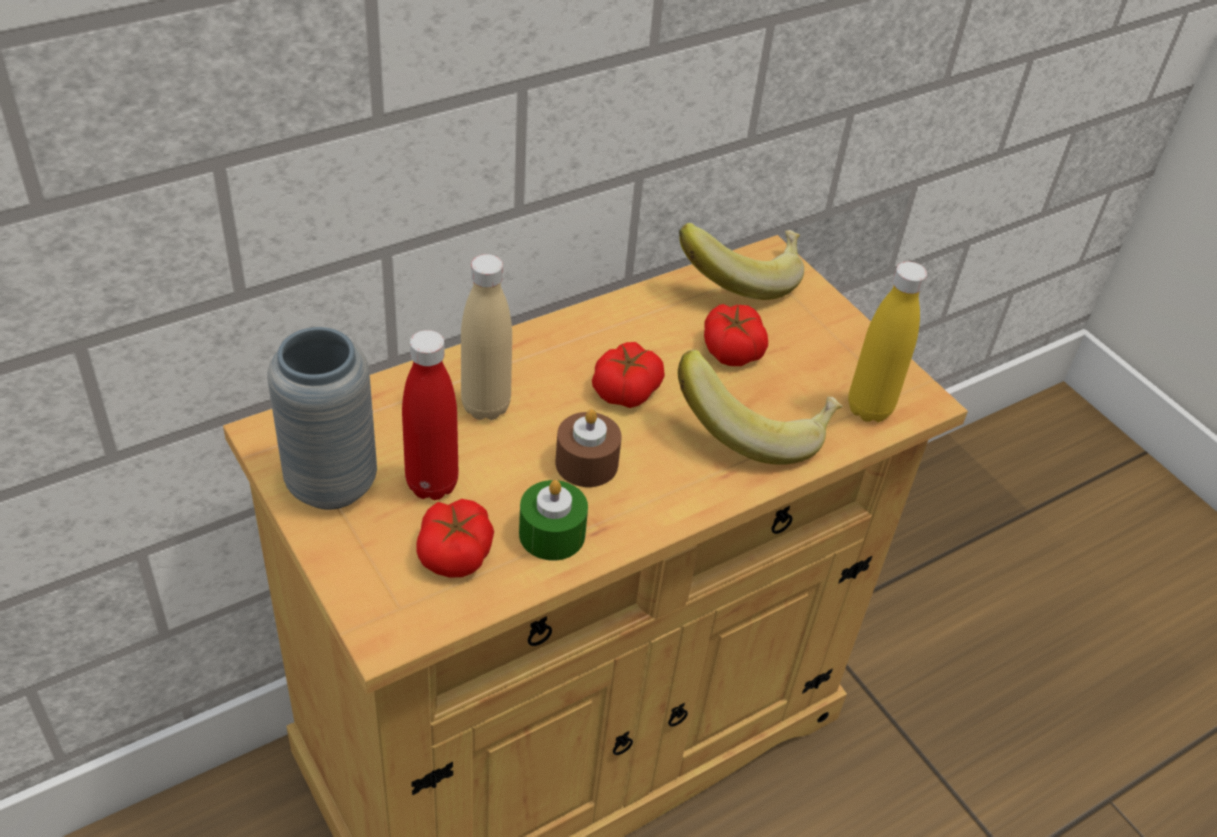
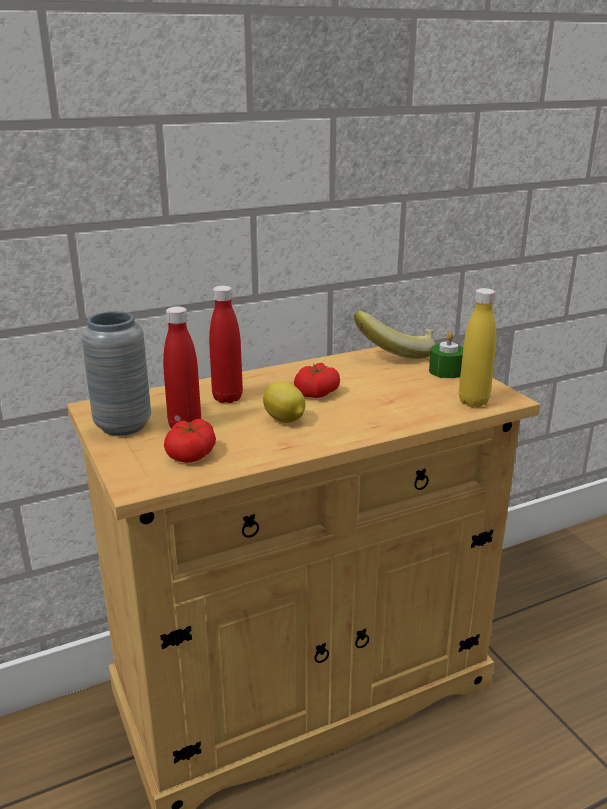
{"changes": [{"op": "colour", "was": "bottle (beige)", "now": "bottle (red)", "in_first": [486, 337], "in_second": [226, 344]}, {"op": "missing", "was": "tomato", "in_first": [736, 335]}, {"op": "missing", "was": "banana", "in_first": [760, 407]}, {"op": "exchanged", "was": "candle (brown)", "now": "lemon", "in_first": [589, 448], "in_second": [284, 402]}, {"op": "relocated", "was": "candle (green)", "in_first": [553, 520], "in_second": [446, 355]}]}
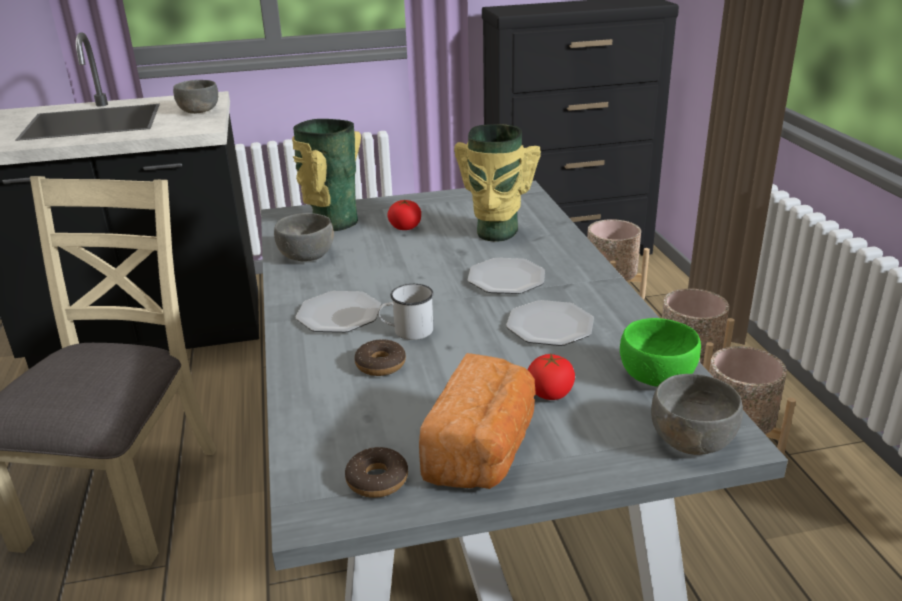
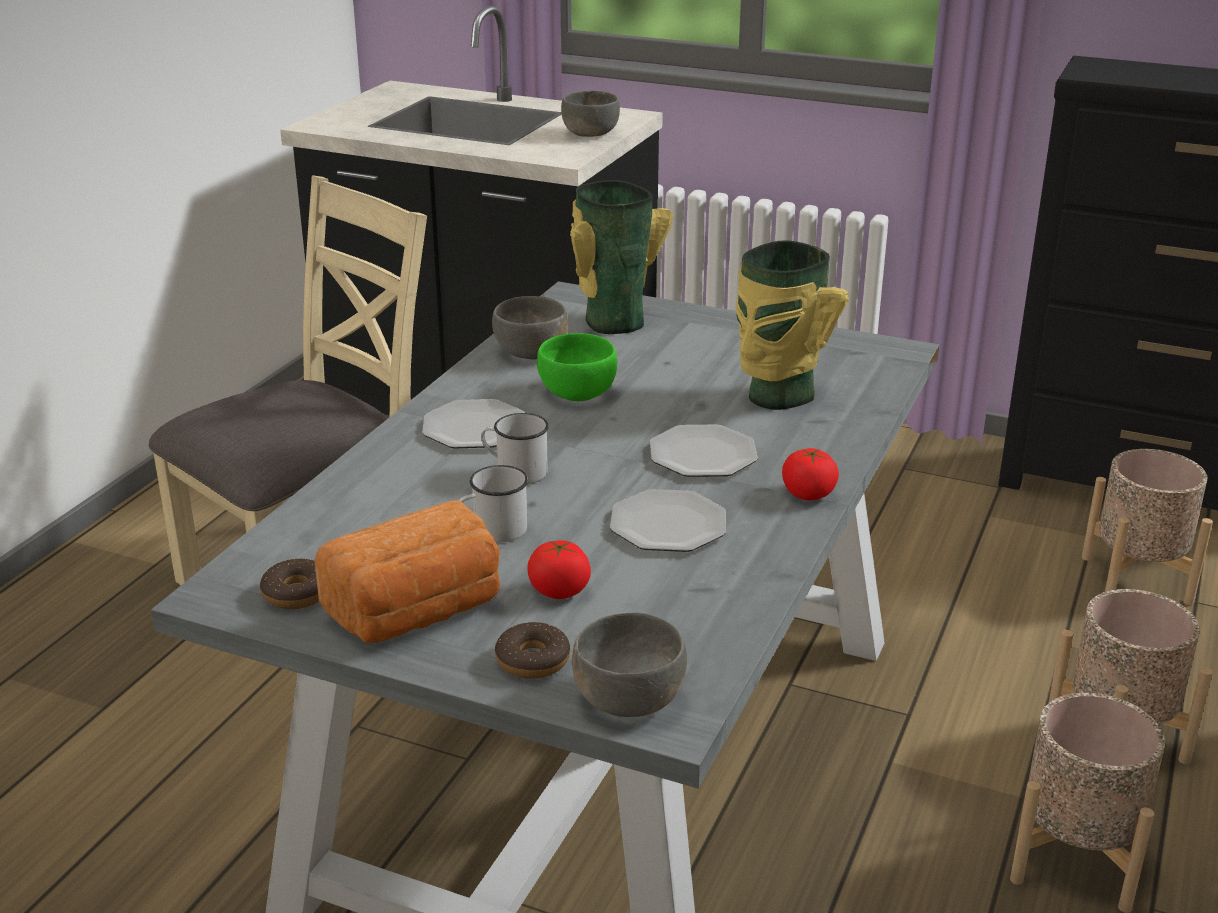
{"changes": [{"op": "relocated", "was": "tomato", "in_first": [404, 215], "in_second": [810, 474]}, {"op": "relocated", "was": "bowl (green)", "in_first": [660, 352], "in_second": [577, 367]}, {"op": "relocated", "was": "donut", "in_first": [380, 357], "in_second": [532, 650]}, {"op": "appeared", "now": "mug (white)", "in_second": [493, 503]}]}
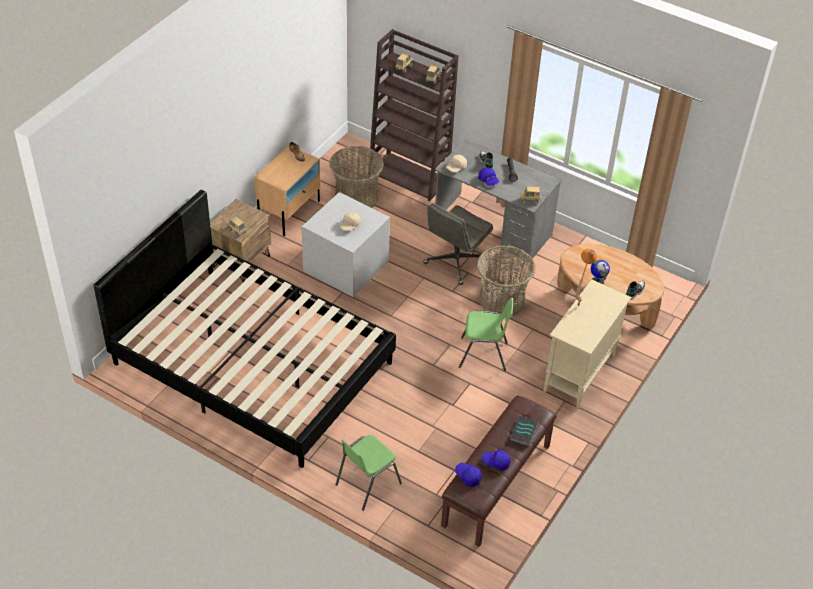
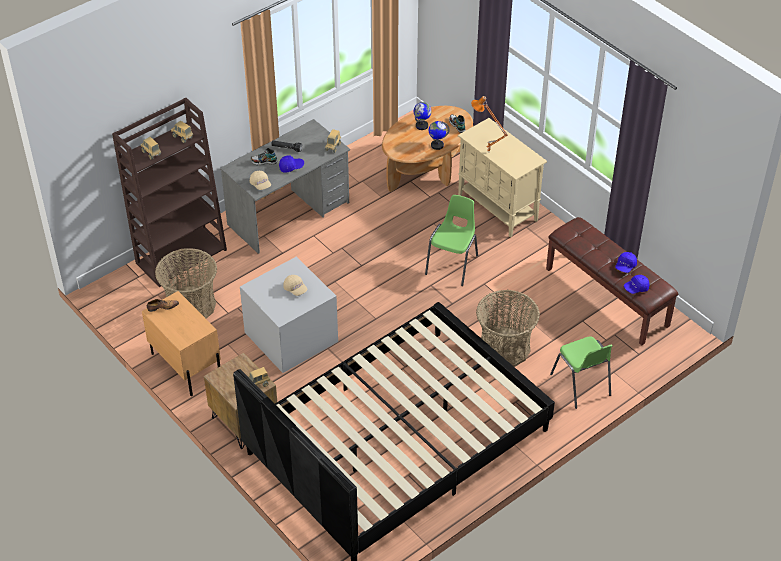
{"changes": [{"op": "missing", "was": "office chair (grey)", "in_first": [458, 244]}, {"op": "relocated", "was": "basket", "in_first": [506, 280], "in_second": [508, 328]}, {"op": "missing", "was": "book", "in_first": [524, 431]}, {"op": "appeared", "now": "globe", "in_second": [423, 116]}]}
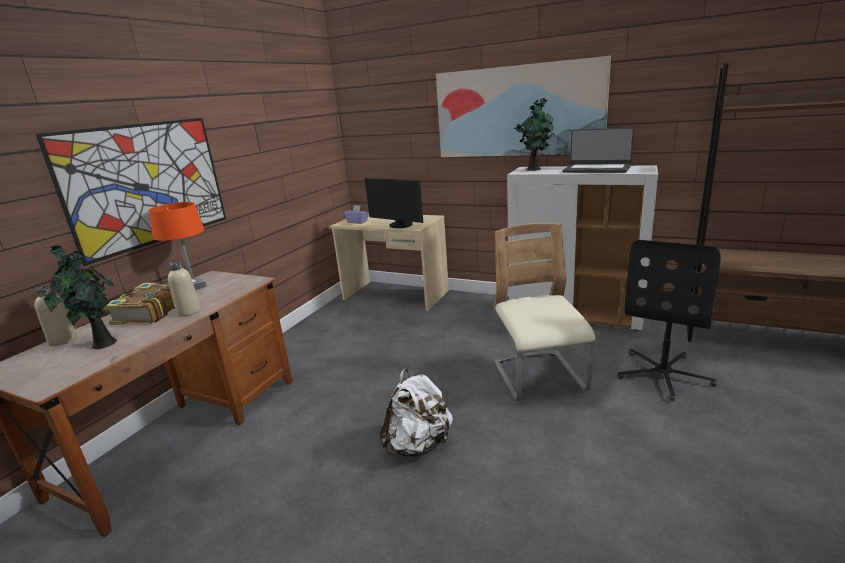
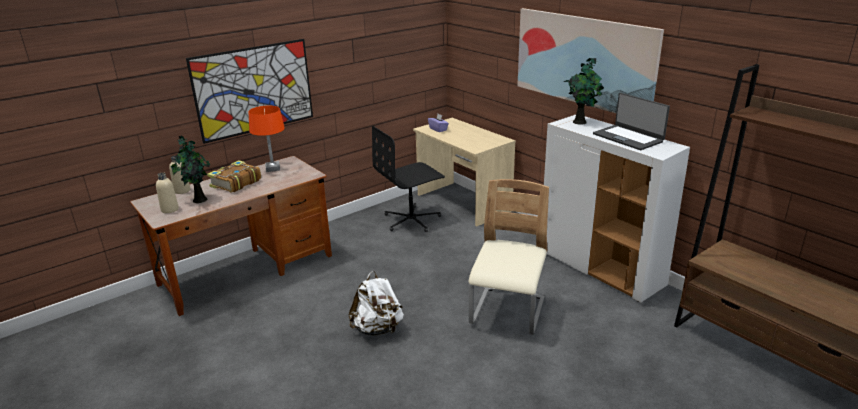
{"changes": [{"op": "missing", "was": "monitor", "in_first": [394, 203]}, {"op": "relocated", "was": "office chair (black)", "in_first": [669, 320], "in_second": [408, 179]}, {"op": "relocated", "was": "bottle (beige)", "in_first": [184, 289], "in_second": [167, 192]}]}
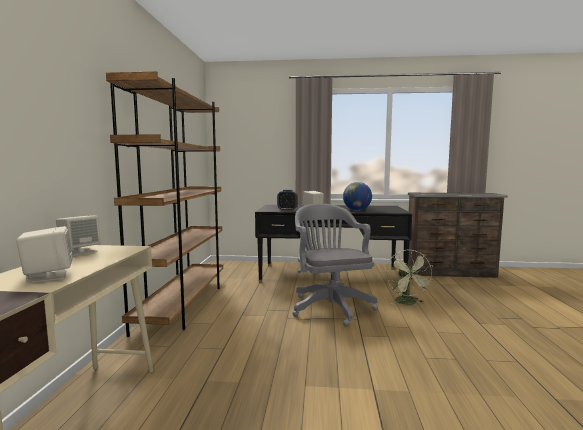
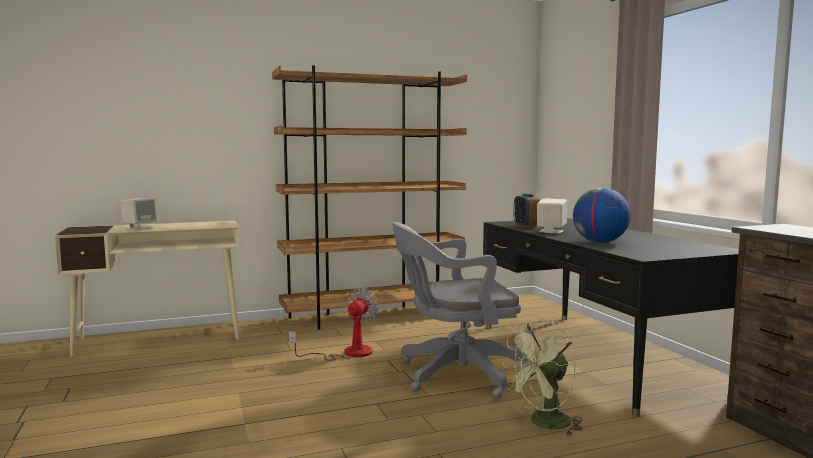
{"changes": [{"op": "spun", "was": "office chair (grey)", "in_first": [335, 265], "in_second": [460, 310], "clockwise": -150}, {"op": "missing", "was": "speaker (beige)", "in_first": [78, 235]}, {"op": "appeared", "now": "fan", "in_second": [334, 324]}]}
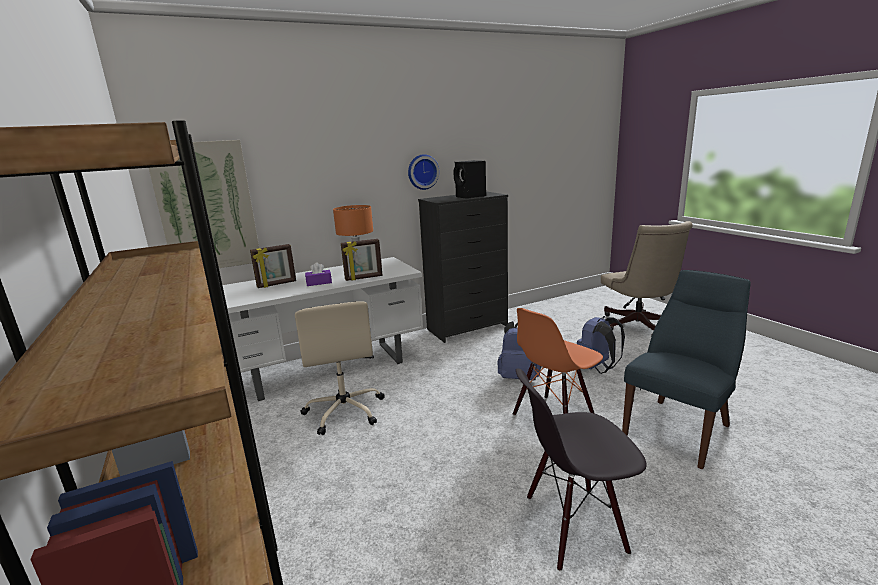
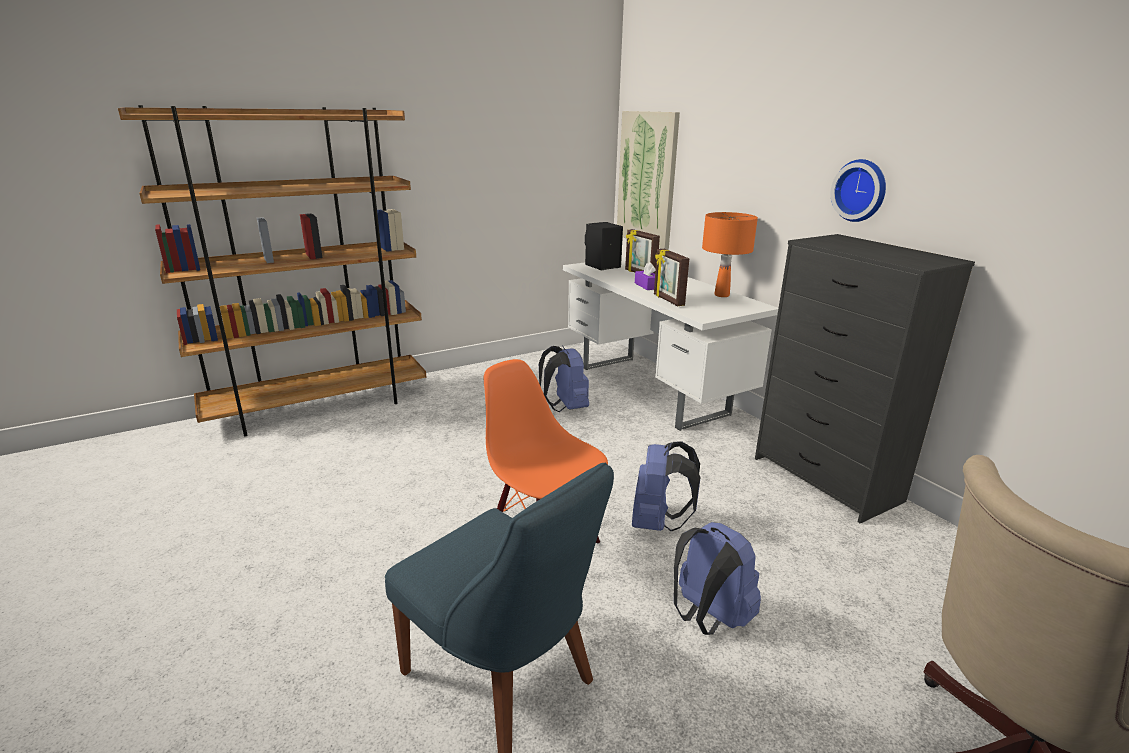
{"changes": [{"op": "relocated", "was": "speaker (black)", "in_first": [469, 179], "in_second": [604, 246]}, {"op": "exchanged", "was": "office chair (beige)", "now": "backpack (blue)", "in_first": [340, 368], "in_second": [564, 379]}, {"op": "missing", "was": "chair (black)", "in_first": [581, 470]}]}
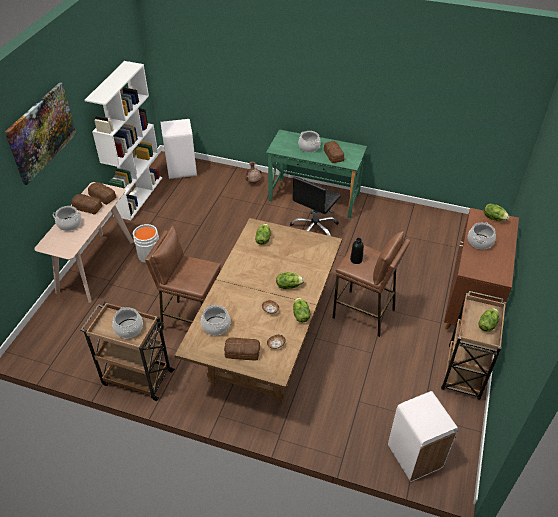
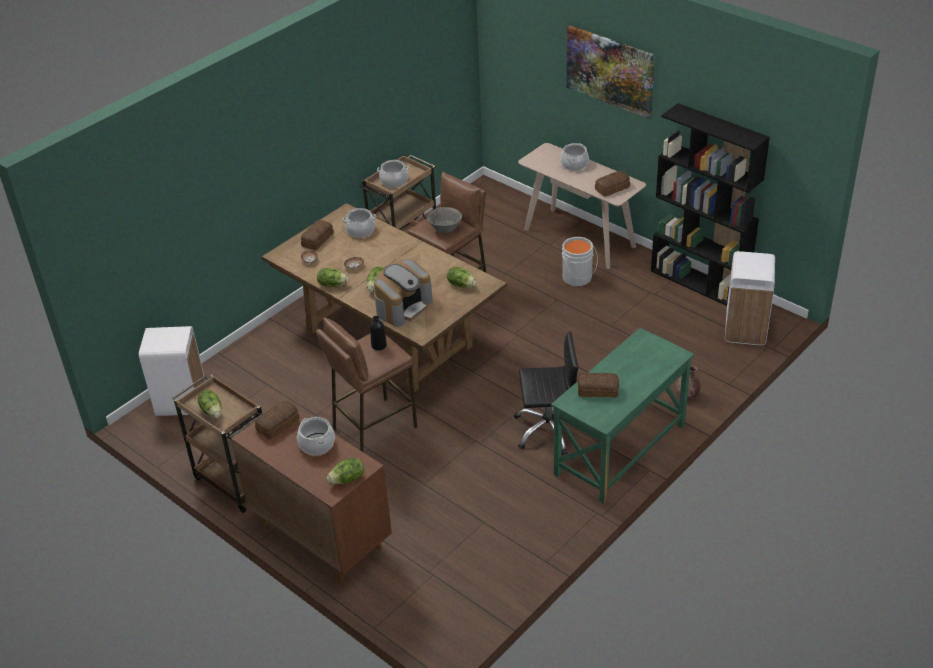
{"changes": [{"op": "colour", "was": "bookcase (white)", "now": "bookcase (black)", "in_first": [123, 140], "in_second": [710, 204]}, {"op": "missing", "was": "cooking pot", "in_first": [310, 141]}, {"op": "spun", "was": "office chair (black)", "in_first": [315, 206], "in_second": [546, 393], "clockwise": 120}, {"op": "relocated", "was": "bread", "in_first": [87, 204], "in_second": [277, 420]}, {"op": "appeared", "now": "bowl (grey)", "in_second": [444, 220]}, {"op": "appeared", "now": "coffee machine", "in_second": [403, 293]}]}
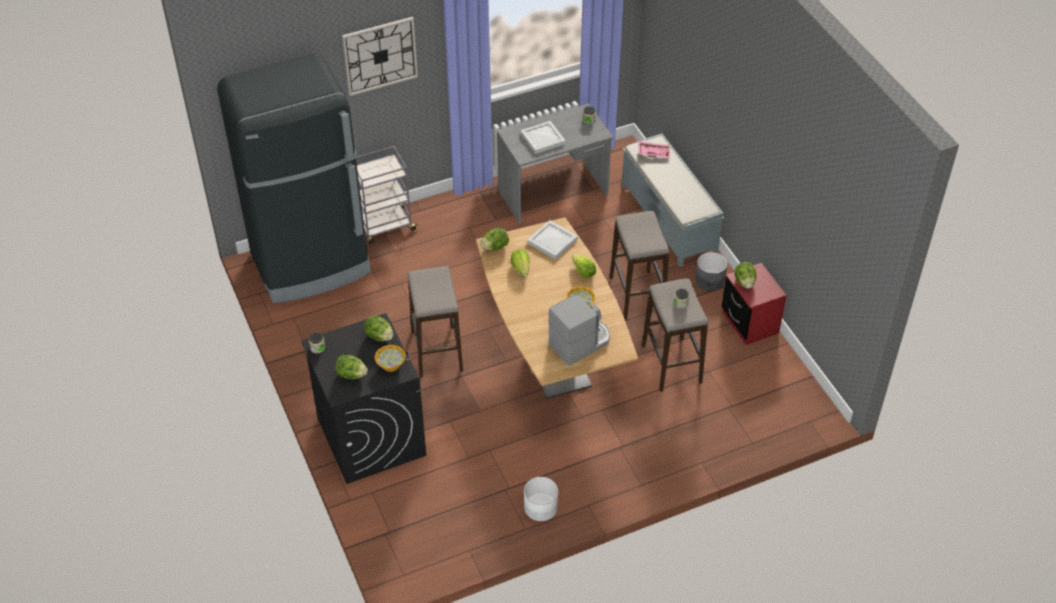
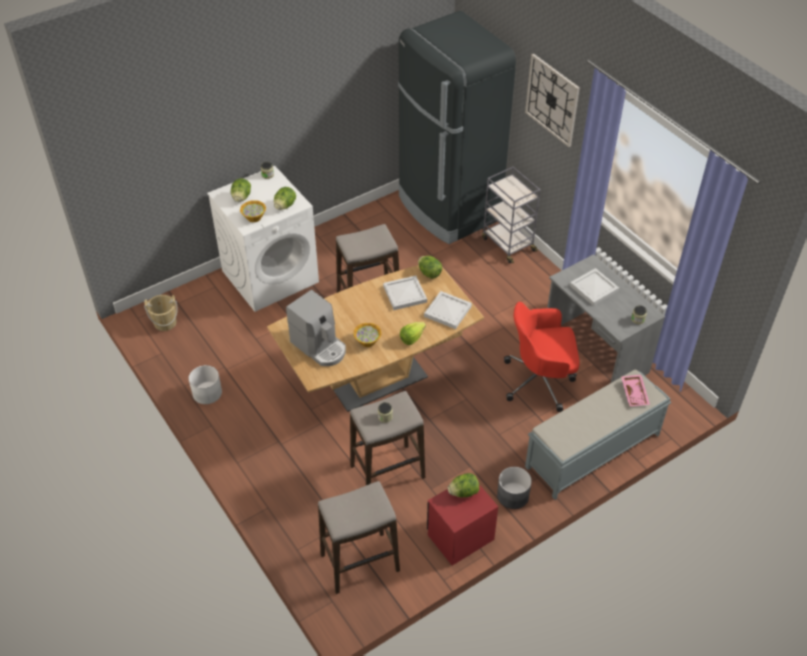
{"changes": [{"op": "relocated", "was": "stool", "in_first": [639, 265], "in_second": [359, 537]}, {"op": "exchanged", "was": "lettuce", "now": "tray (white)", "in_first": [520, 263], "in_second": [405, 293]}, {"op": "colour", "was": "washing machine (black)", "now": "washing machine (white)", "in_first": [363, 398], "in_second": [263, 239]}, {"op": "appeared", "now": "bucket (beige)", "in_second": [161, 313]}, {"op": "appeared", "now": "office chair (red)", "in_second": [542, 357]}]}
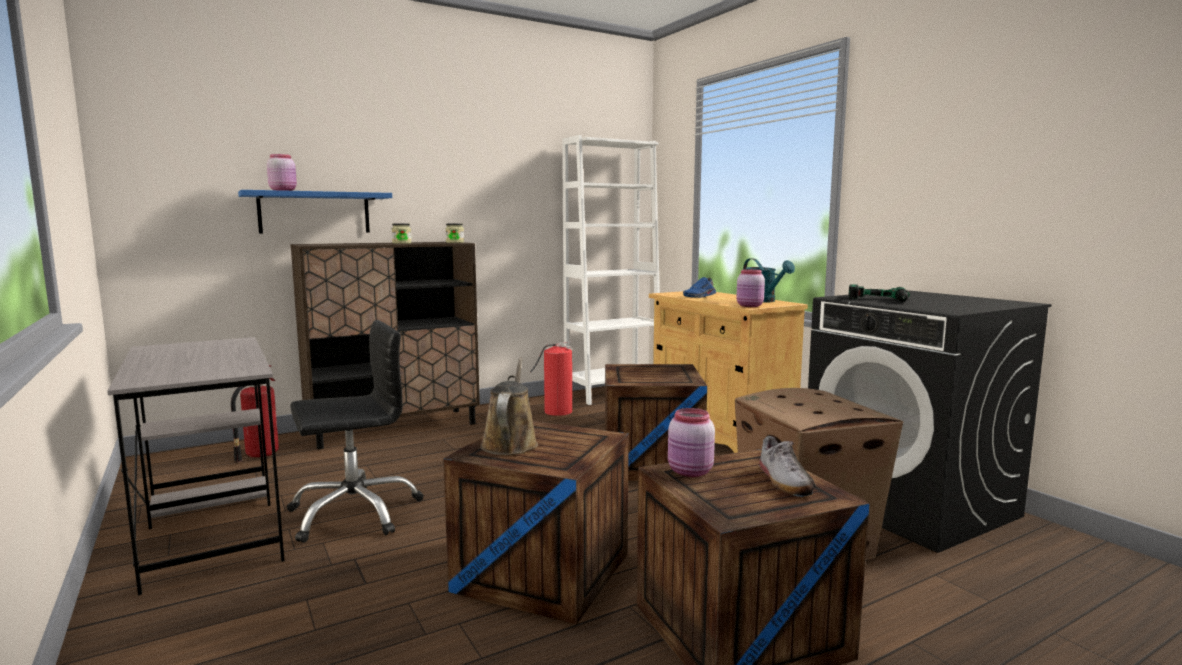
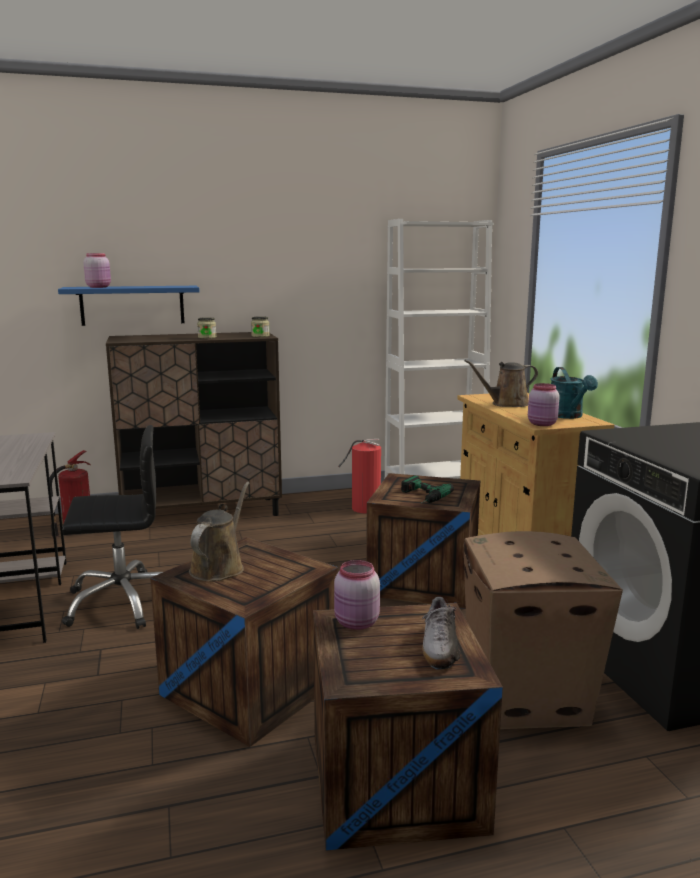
{"changes": [{"op": "exchanged", "was": "shoe (blue)", "now": "watering can (brown)", "in_first": [699, 287], "in_second": [501, 383]}, {"op": "relocated", "was": "power drill", "in_first": [879, 293], "in_second": [427, 489]}]}
